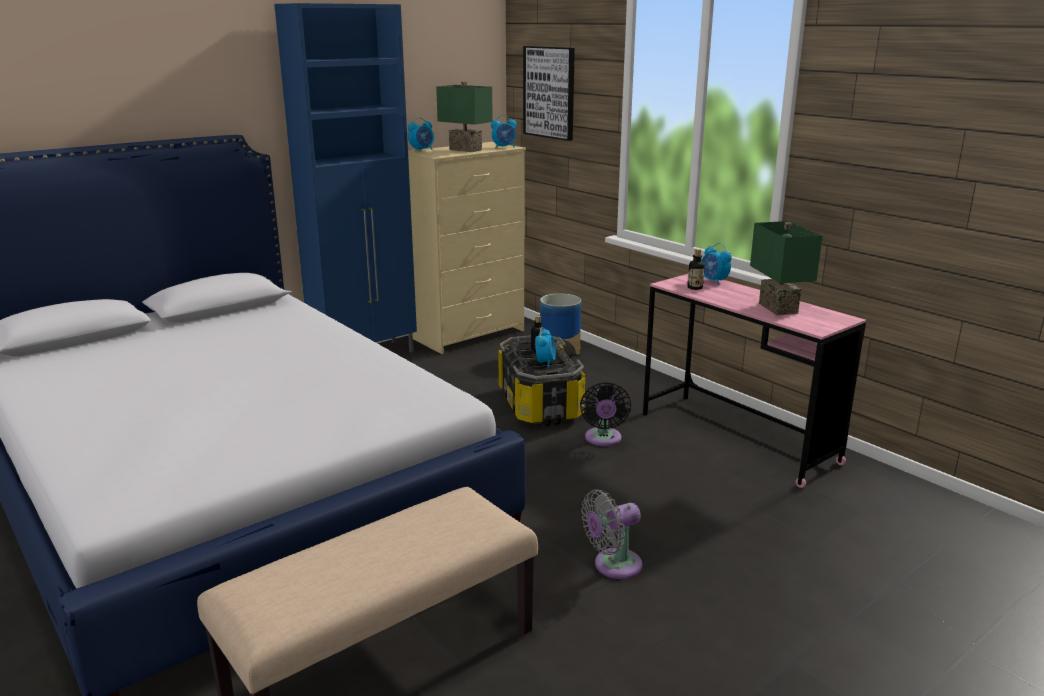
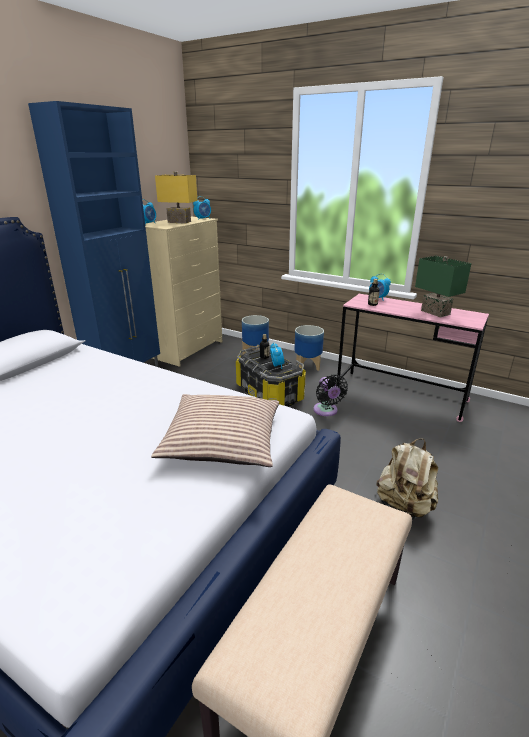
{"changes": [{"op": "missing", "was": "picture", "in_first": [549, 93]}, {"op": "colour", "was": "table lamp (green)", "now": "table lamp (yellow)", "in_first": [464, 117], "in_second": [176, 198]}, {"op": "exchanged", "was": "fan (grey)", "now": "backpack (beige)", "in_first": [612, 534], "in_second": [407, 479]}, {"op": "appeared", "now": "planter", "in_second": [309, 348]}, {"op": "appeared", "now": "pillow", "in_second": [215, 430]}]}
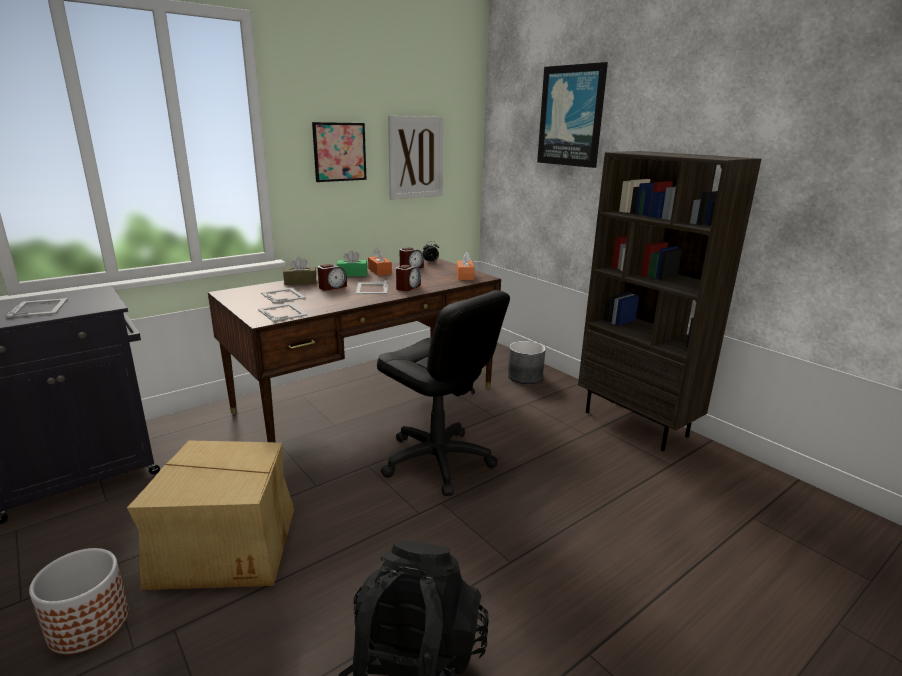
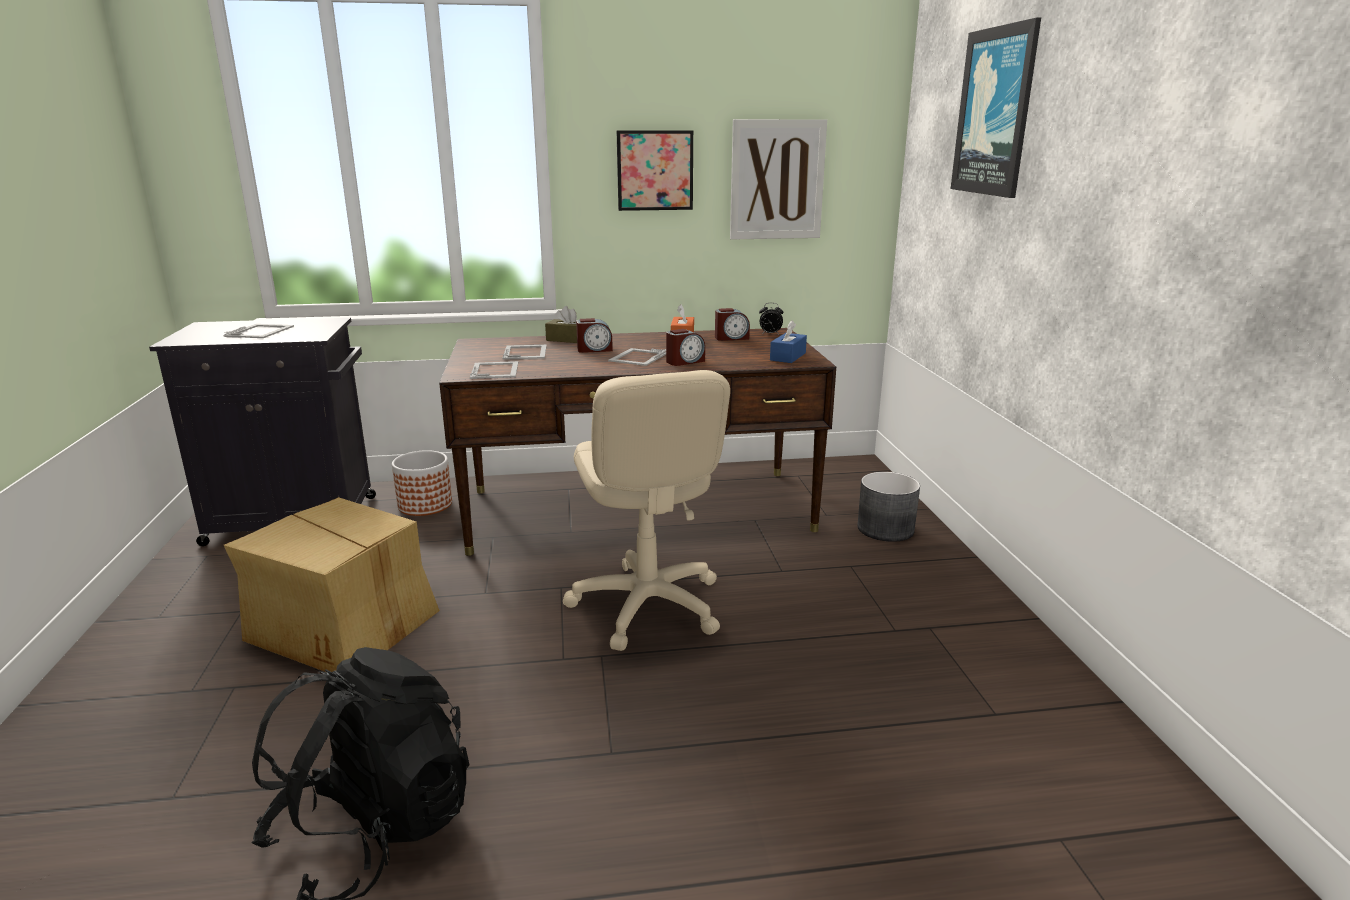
{"changes": [{"op": "missing", "was": "bookcase (brown)", "in_first": [669, 301]}, {"op": "missing", "was": "tissue box (green)", "in_first": [352, 263]}, {"op": "colour", "was": "tissue box (orange)", "now": "tissue box (blue)", "in_first": [465, 266], "in_second": [788, 341]}, {"op": "colour", "was": "office chair (black)", "now": "office chair (beige)", "in_first": [443, 393], "in_second": [646, 510]}, {"op": "relocated", "was": "planter", "in_first": [79, 601], "in_second": [422, 483]}]}
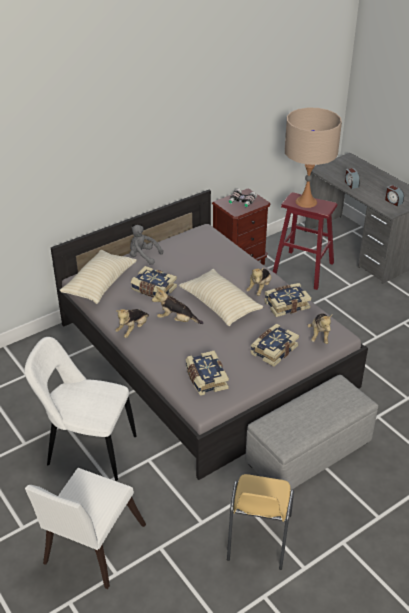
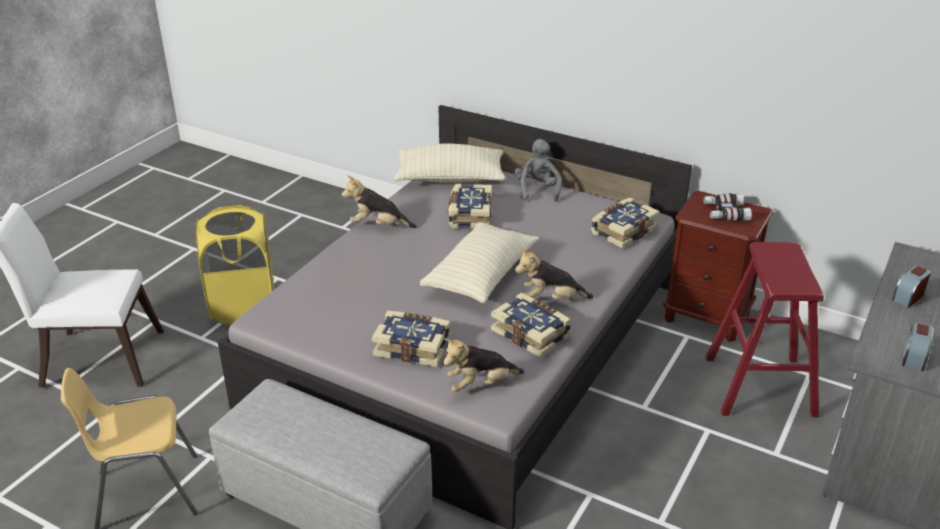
{"changes": [{"op": "missing", "was": "table lamp (beige)", "in_first": [313, 158]}, {"op": "missing", "was": "plush toy", "in_first": [178, 305]}, {"op": "exchanged", "was": "chair (white)", "now": "laundry basket (yellow)", "in_first": [80, 409], "in_second": [235, 265]}, {"op": "relocated", "was": "book", "in_first": [207, 372], "in_second": [625, 223]}]}
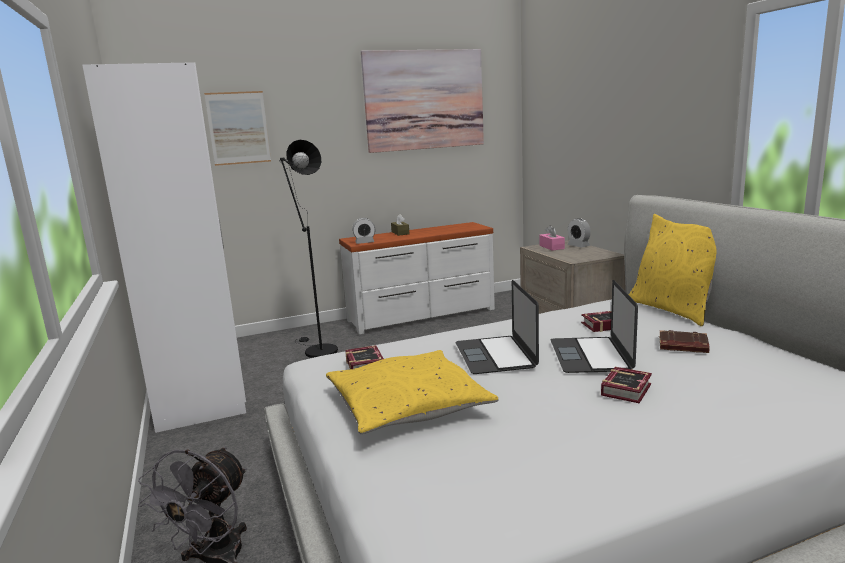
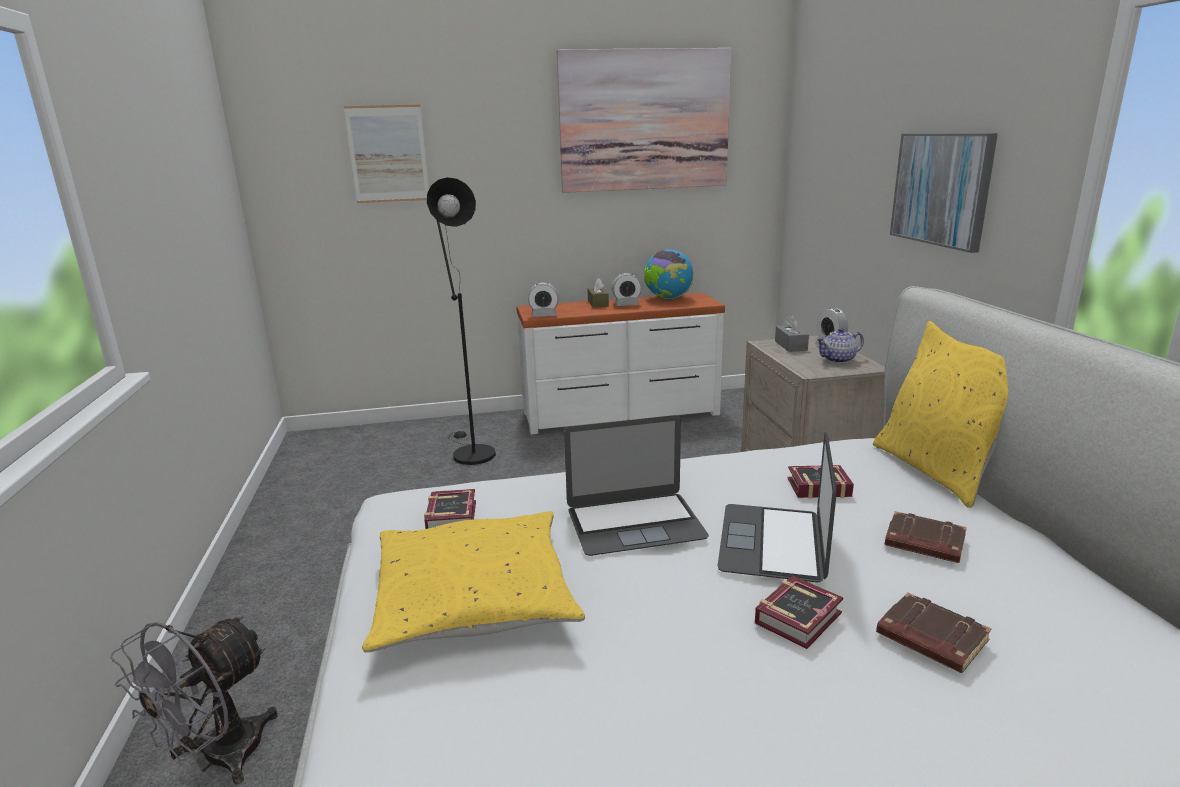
{"changes": [{"op": "missing", "was": "wardrobe (white)", "in_first": [164, 247]}, {"op": "colour", "was": "tissue box (pink)", "now": "tissue box (grey)", "in_first": [552, 238], "in_second": [792, 333]}, {"op": "spun", "was": "laptop", "in_first": [497, 327], "in_second": [636, 485], "clockwise": -105}, {"op": "appeared", "now": "picture", "in_second": [944, 193]}, {"op": "appeared", "now": "globe", "in_second": [669, 274]}, {"op": "appeared", "now": "alarm clock", "in_second": [627, 289]}, {"op": "appeared", "now": "teapot", "in_second": [840, 345]}, {"op": "appeared", "now": "book (brown)", "in_second": [933, 632]}]}
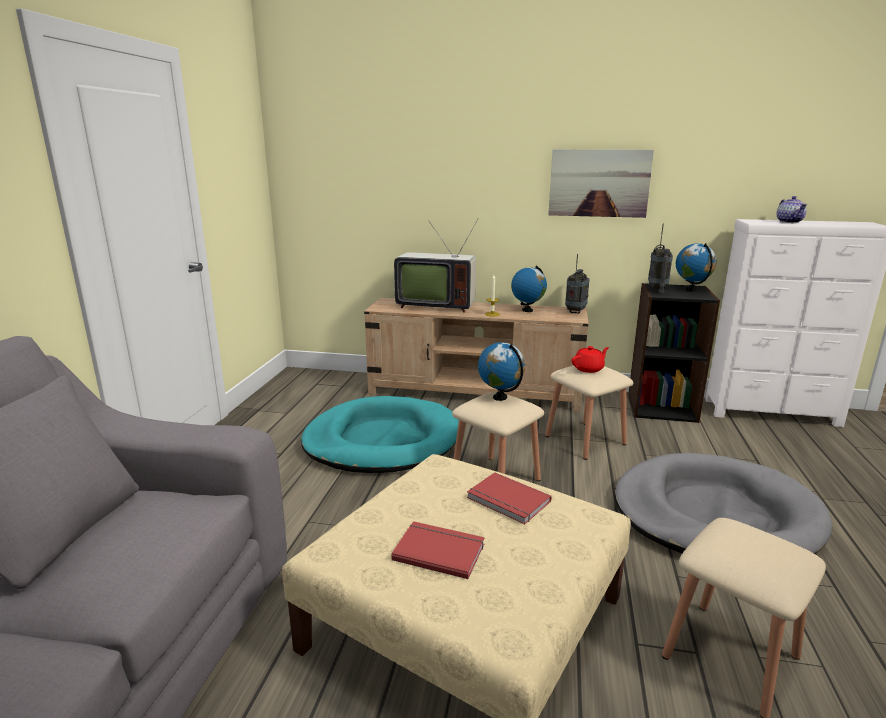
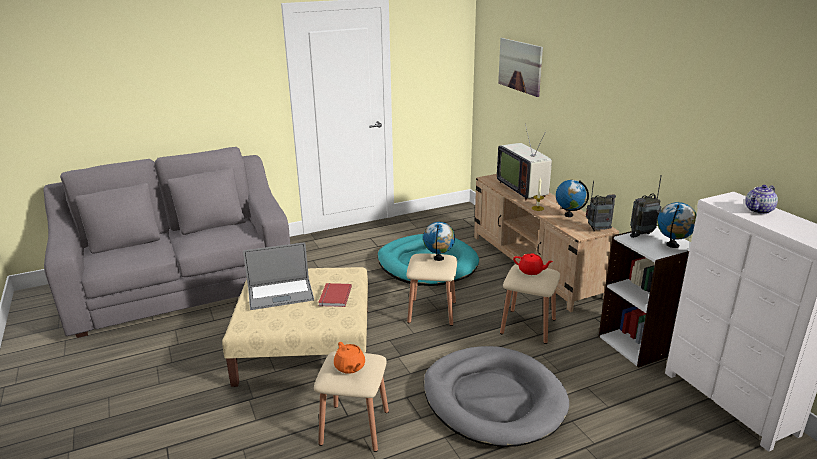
{"changes": [{"op": "relocated", "was": "picture", "in_first": [601, 183], "in_second": [520, 67]}, {"op": "colour", "was": "bookcase (black)", "now": "bookcase (white)", "in_first": [674, 353], "in_second": [645, 296]}, {"op": "exchanged", "was": "book (red)", "now": "laptop", "in_first": [438, 550], "in_second": [278, 276]}, {"op": "appeared", "now": "teapot (orange)", "in_second": [349, 358]}]}
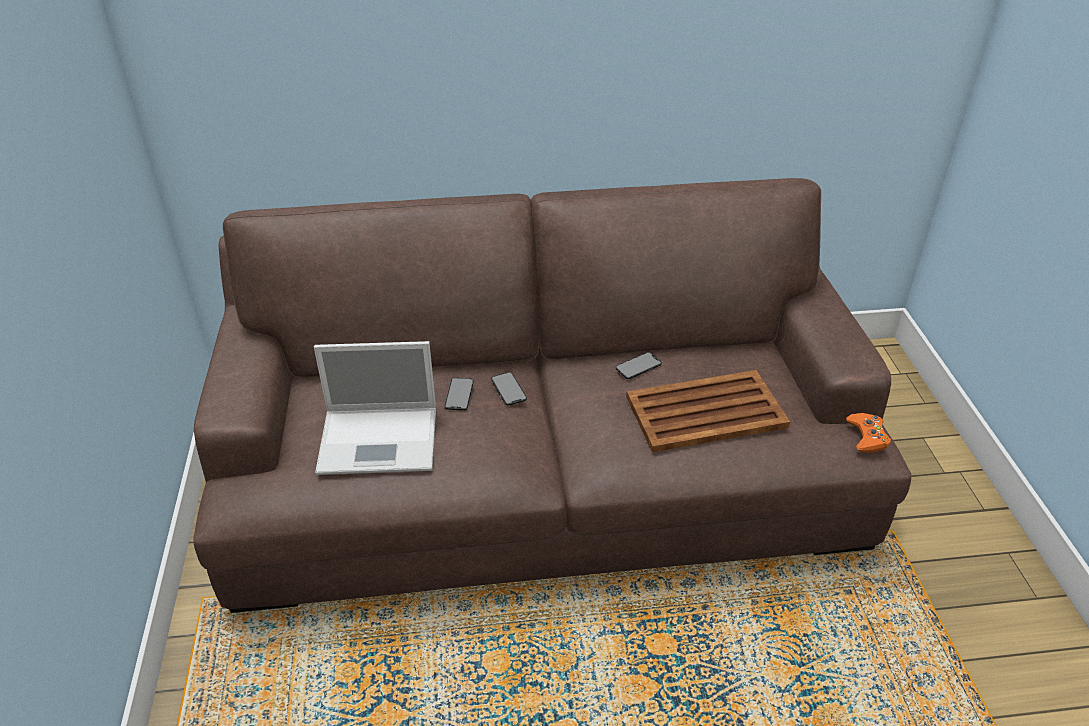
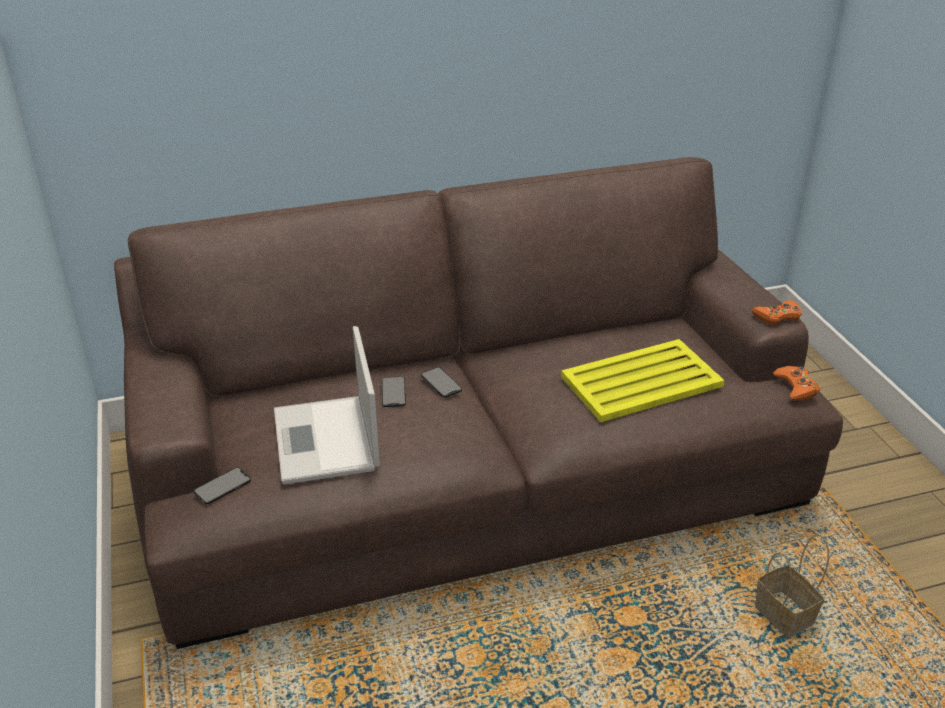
{"changes": [{"op": "spun", "was": "laptop", "in_first": [375, 408], "in_second": [327, 405], "clockwise": 90}, {"op": "relocated", "was": "phone", "in_first": [639, 365], "in_second": [222, 485]}, {"op": "colour", "was": "tray (brown)", "now": "tray (yellow)", "in_first": [708, 411], "in_second": [642, 380]}, {"op": "appeared", "now": "game controller (orange)", "in_second": [777, 312]}, {"op": "appeared", "now": "basket", "in_second": [792, 585]}]}
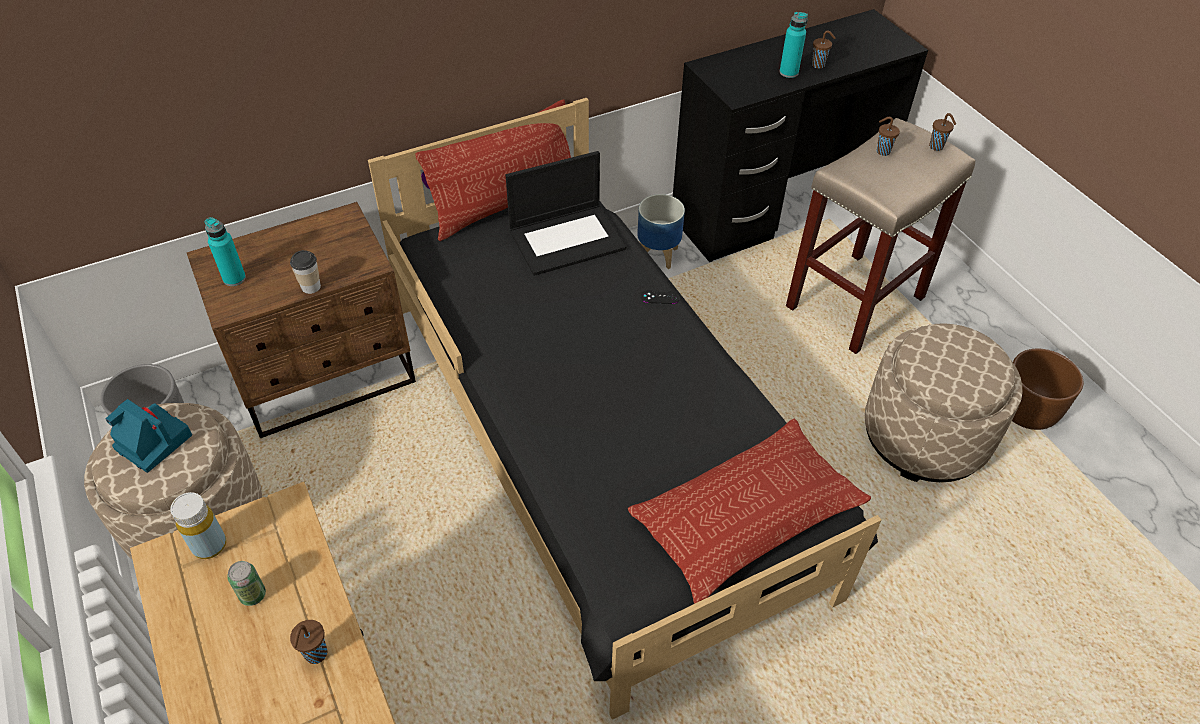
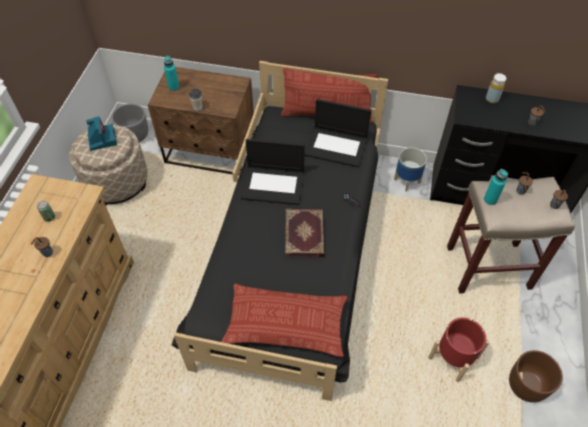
{"changes": [{"op": "relocated", "was": "bottle (turquoise)", "in_first": [793, 45], "in_second": [496, 187]}, {"op": "exchanged", "was": "ottoman (beige)", "now": "planter (red)", "in_first": [943, 402], "in_second": [458, 349]}, {"op": "relocated", "was": "bottle (yellow)", "in_first": [198, 525], "in_second": [496, 88]}, {"op": "appeared", "now": "laptop", "in_second": [273, 172]}, {"op": "appeared", "now": "book", "in_second": [305, 233]}]}
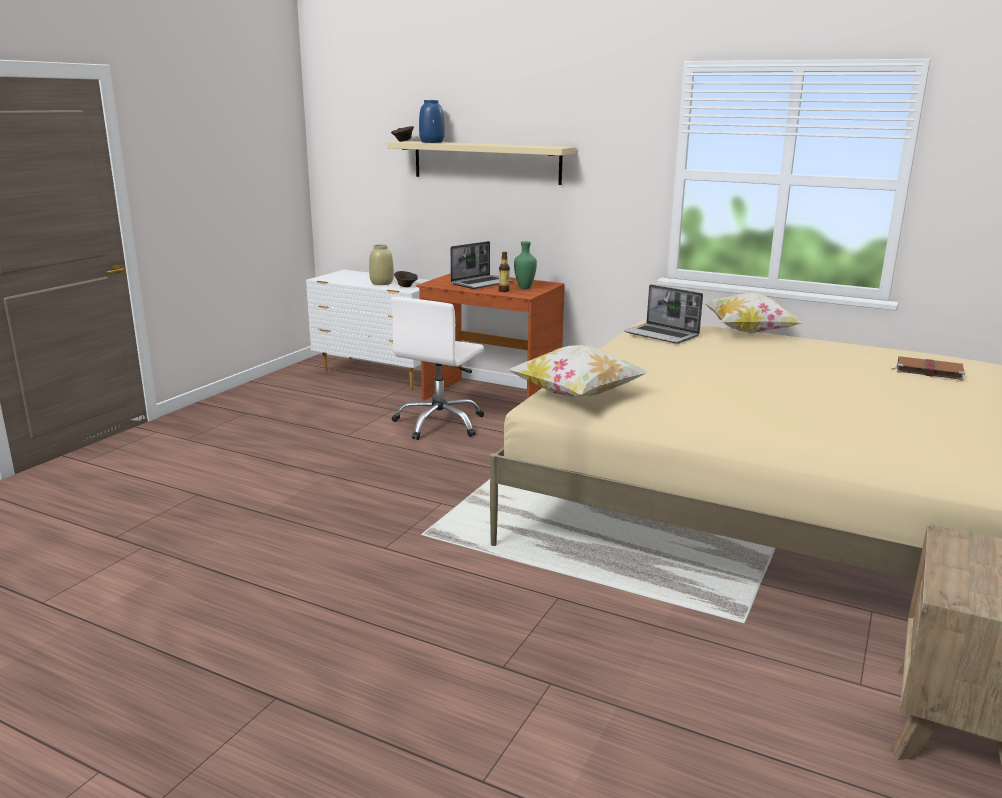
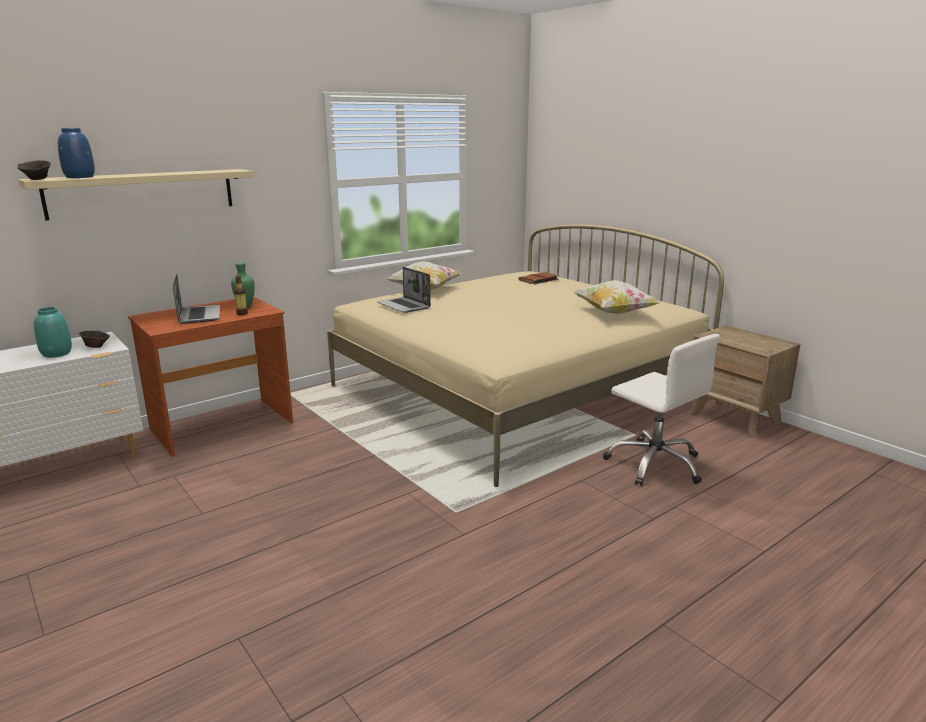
{"changes": [{"op": "colour", "was": "vase (beige)", "now": "vase (turquoise)", "in_first": [381, 264], "in_second": [53, 332]}, {"op": "spun", "was": "laptop", "in_first": [663, 314], "in_second": [404, 290], "clockwise": 75}, {"op": "relocated", "was": "office chair (white)", "in_first": [437, 368], "in_second": [661, 410]}, {"op": "relocated", "was": "pillow", "in_first": [578, 371], "in_second": [618, 297]}]}
